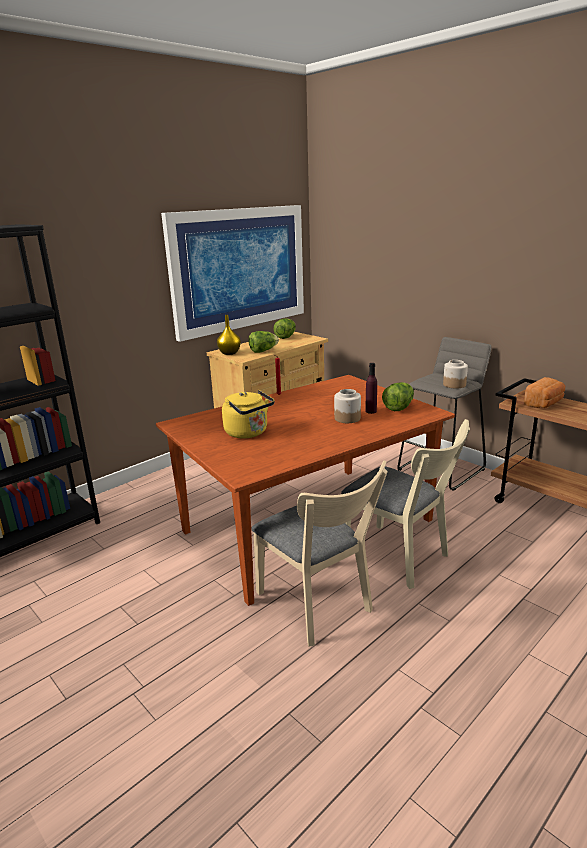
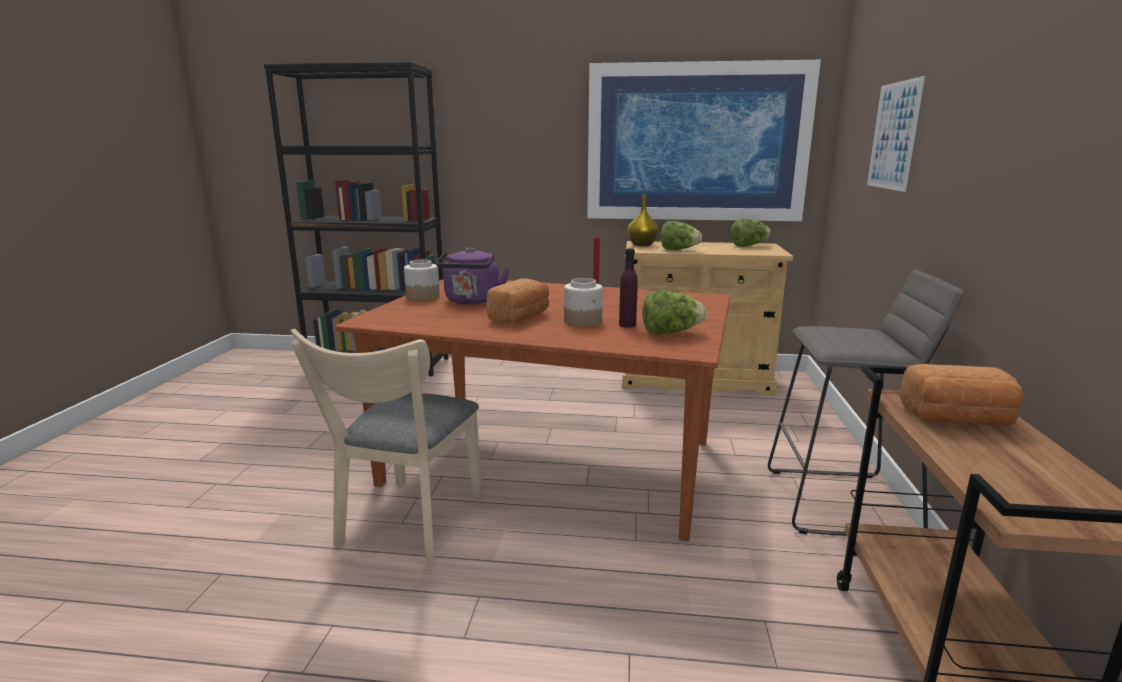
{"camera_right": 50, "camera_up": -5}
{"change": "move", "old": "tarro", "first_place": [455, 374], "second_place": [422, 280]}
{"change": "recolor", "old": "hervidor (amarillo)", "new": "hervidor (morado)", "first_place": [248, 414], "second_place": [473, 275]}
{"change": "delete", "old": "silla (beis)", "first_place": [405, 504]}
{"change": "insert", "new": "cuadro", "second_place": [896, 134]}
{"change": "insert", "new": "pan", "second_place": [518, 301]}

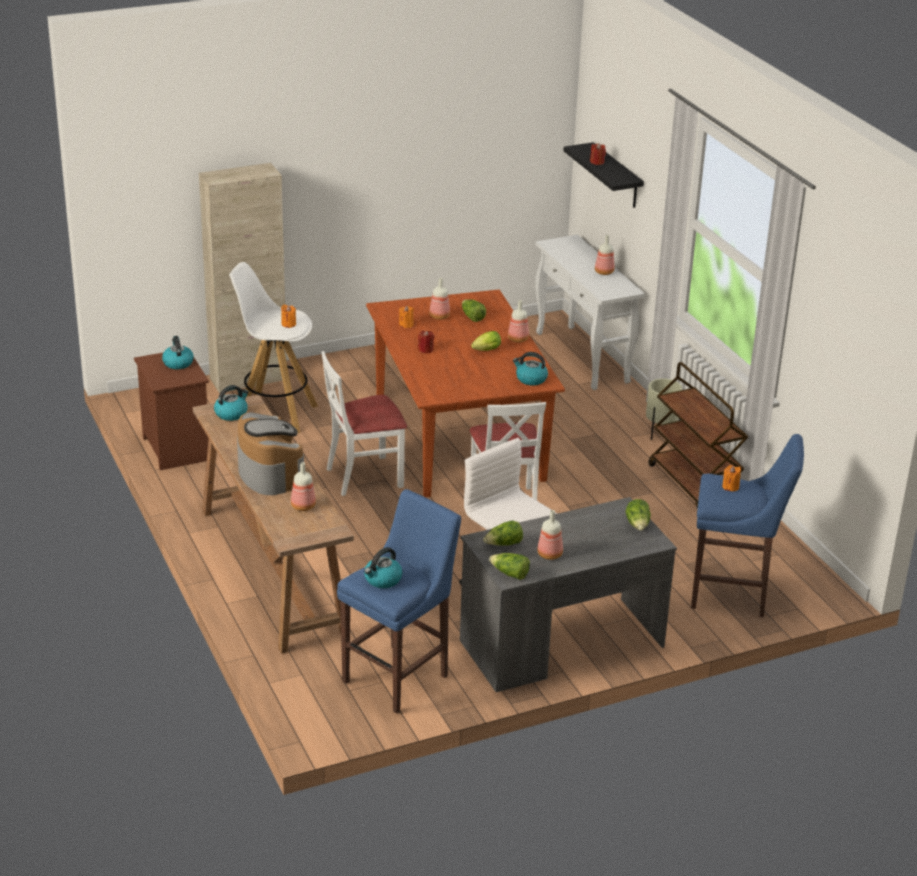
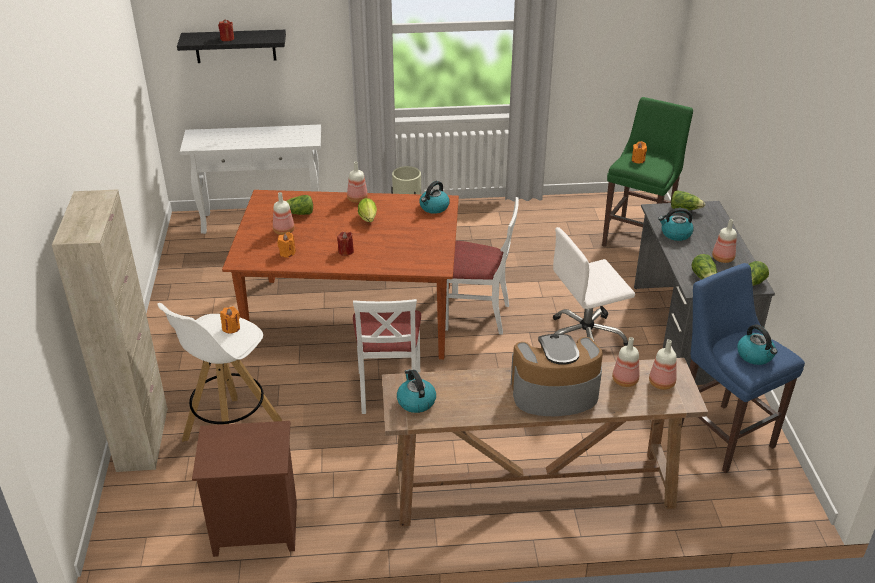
{"camera_right": -70, "camera_up": 5}
{"change": "move", "old": "botella", "first_place": [605, 255], "second_place": [663, 365]}
{"change": "move", "old": "hervidor", "first_place": [178, 352], "second_place": [676, 224]}
{"change": "delete", "old": "carrito (marrón)", "first_place": [698, 435]}
{"change": "recolor", "old": "taburete (azul)", "new": "taburete (verde)", "first_place": [747, 525], "second_place": [647, 172]}

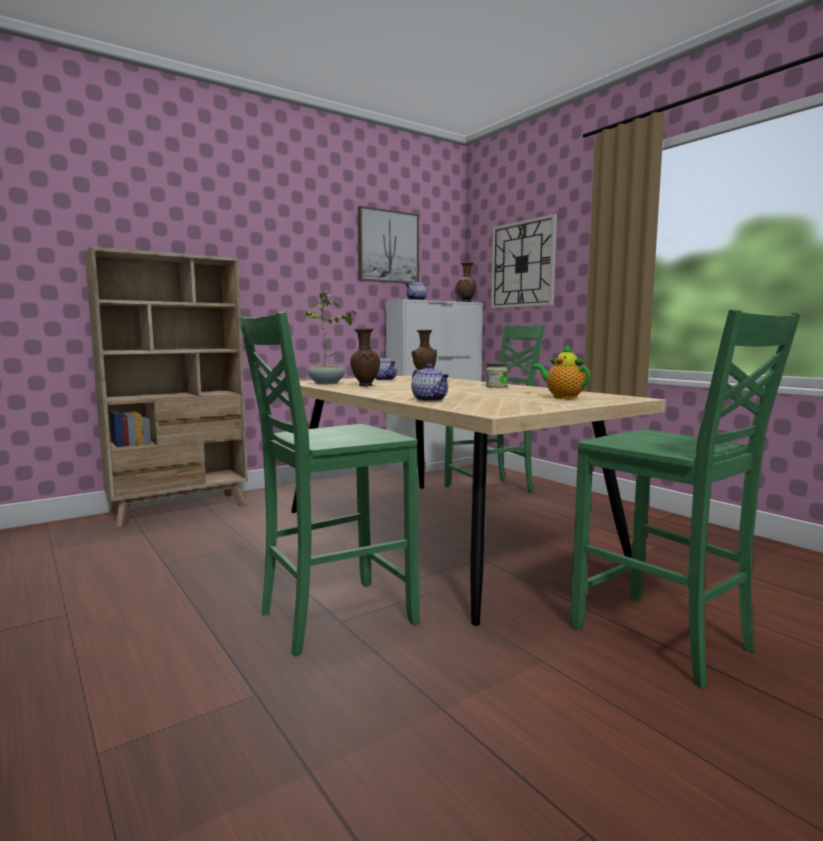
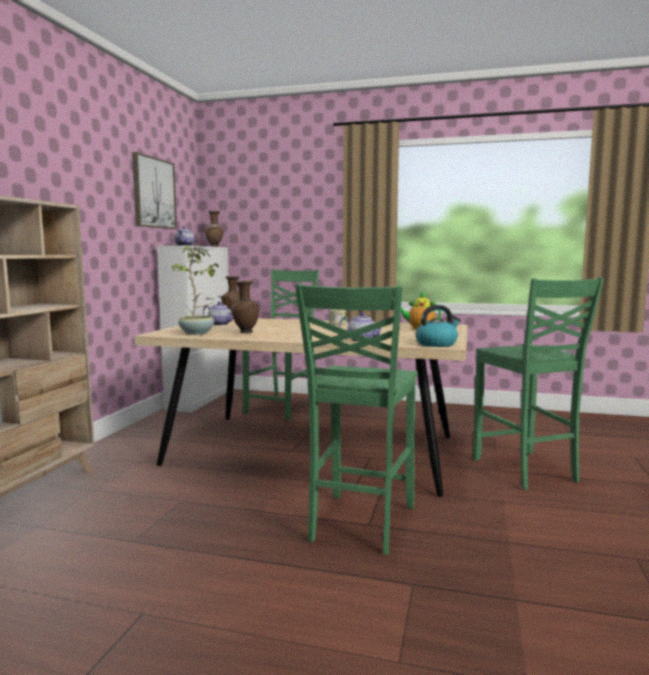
{"camera_right": -40, "camera_up": 0}
{"change": "delete", "old": "reloj de pared", "first_place": [524, 261]}
{"change": "rotate", "old": "silla (verde)", "first_place": [685, 498], "second_place": [538, 383], "degrees": 60}
{"change": "insert", "new": "hervidor", "second_place": [438, 326]}

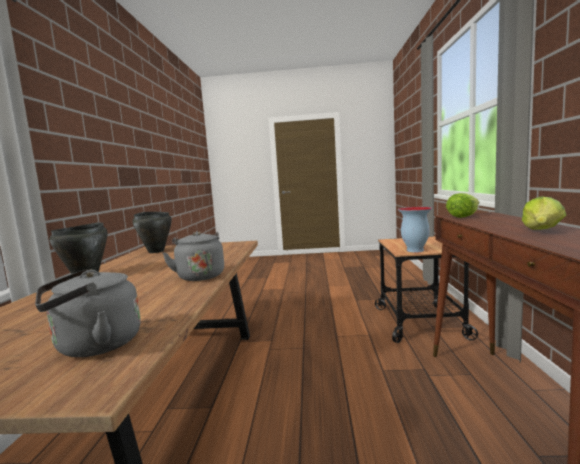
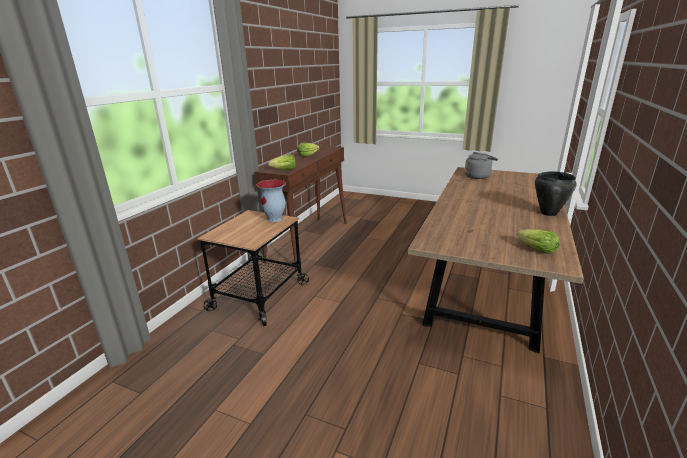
{"camera_right": -160, "camera_up": 15}
{"change": "replace", "old": "olla (negro)", "new": "lechuga", "first_place": [152, 232], "second_place": [538, 241]}
{"change": "delete", "old": "hervidor (gris)", "first_place": [193, 256]}

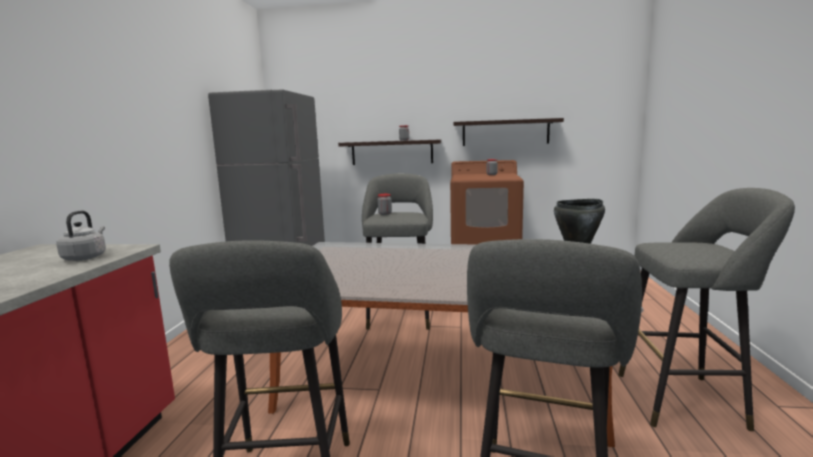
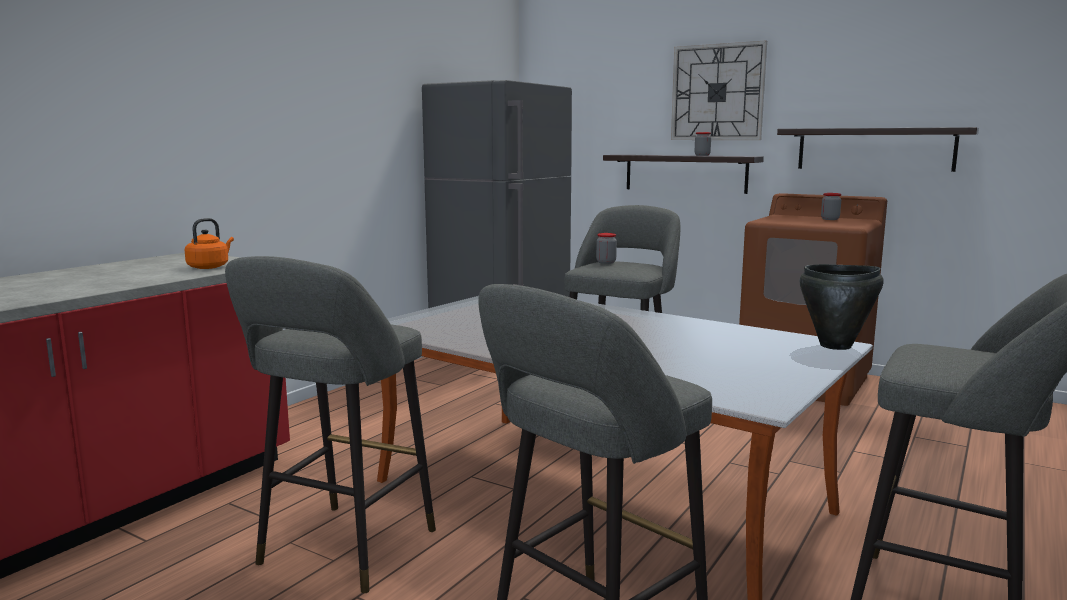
{"camera_right": 25, "camera_up": 0}
{"change": "recolor", "old": "hervidor (gris)", "new": "hervidor (naranja)", "first_place": [81, 236], "second_place": [209, 243]}
{"change": "insert", "new": "reloj de pared", "second_place": [719, 90]}

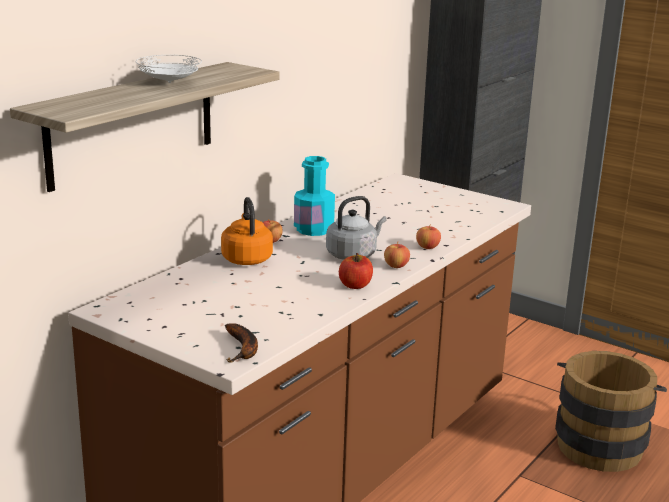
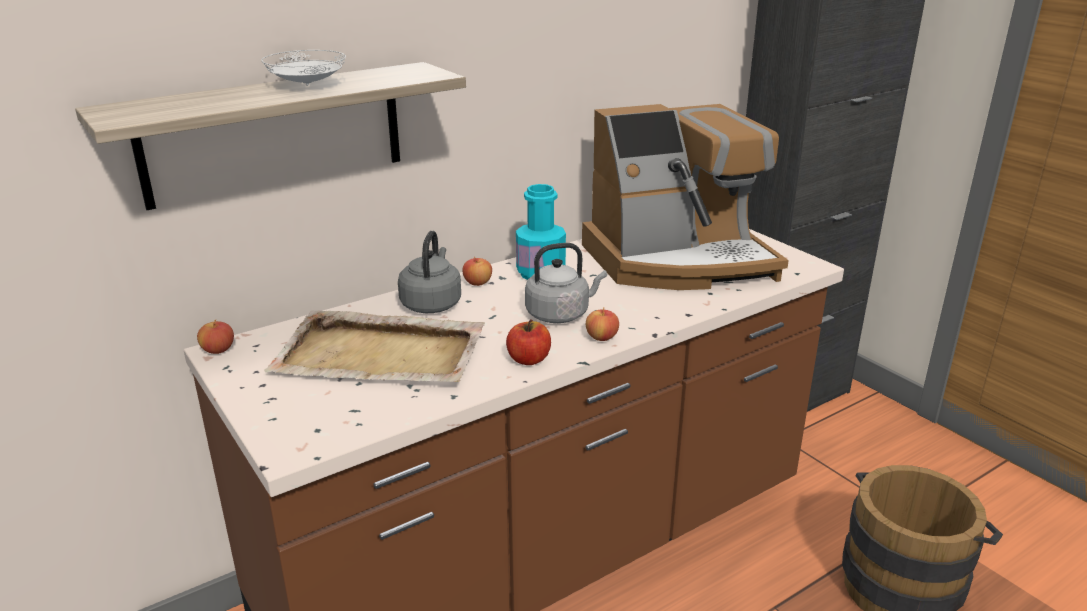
{"camera_right": 20, "camera_up": 5}
{"change": "recolor", "old": "hervidor (naranja)", "new": "hervidor (gris)", "first_place": [247, 231], "second_place": [429, 272]}
{"change": "move", "old": "manzana", "first_place": [428, 236], "second_place": [215, 336]}
{"change": "delete", "old": "plátano", "first_place": [241, 343]}
{"change": "insert", "new": "cafetera", "second_place": [685, 197]}
{"change": "insert", "new": "bandeja (beis)", "second_place": [374, 346]}

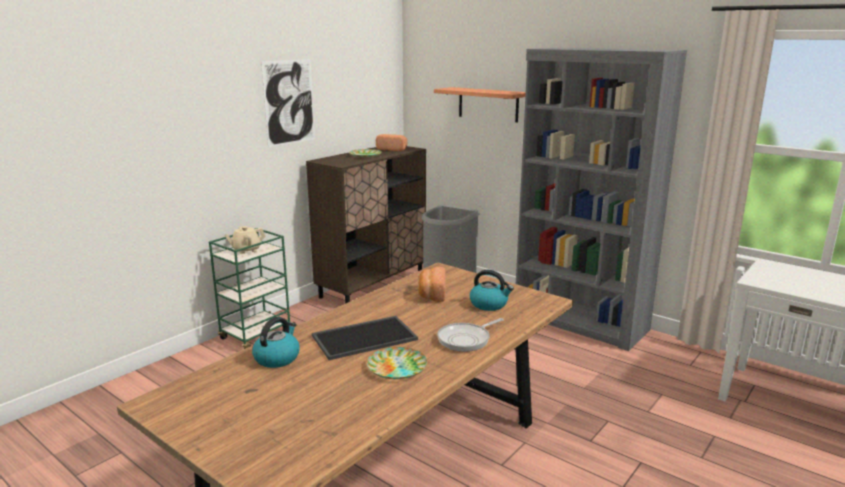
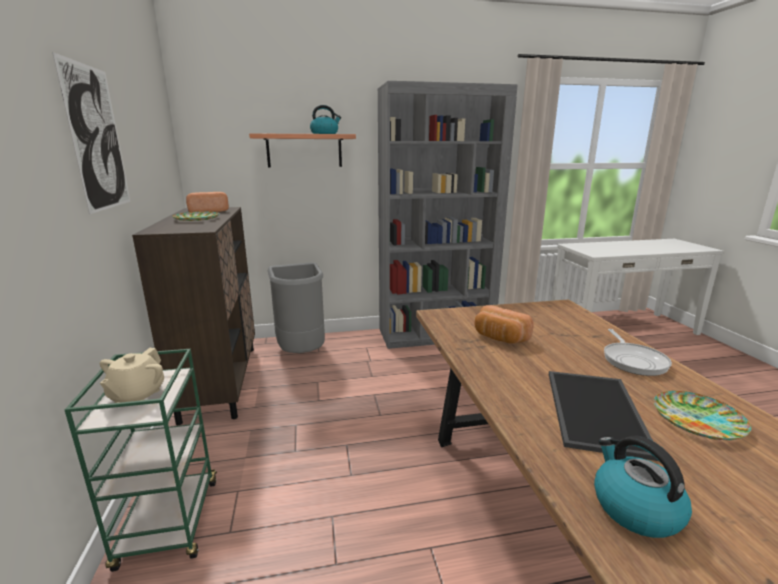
{"camera_right": -50, "camera_up": 0}
{"change": "move", "old": "hervidor", "first_place": [492, 290], "second_place": [325, 119]}

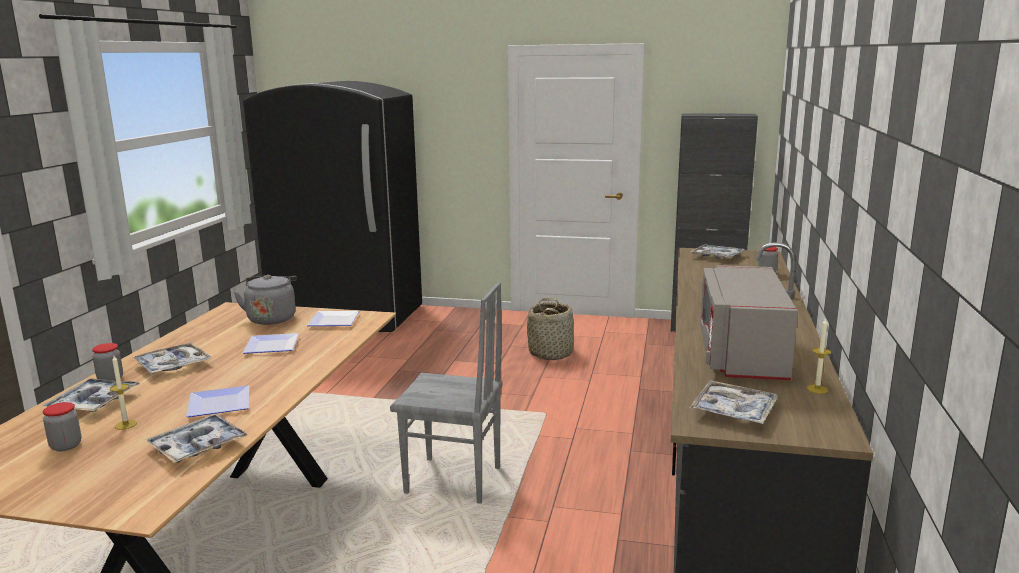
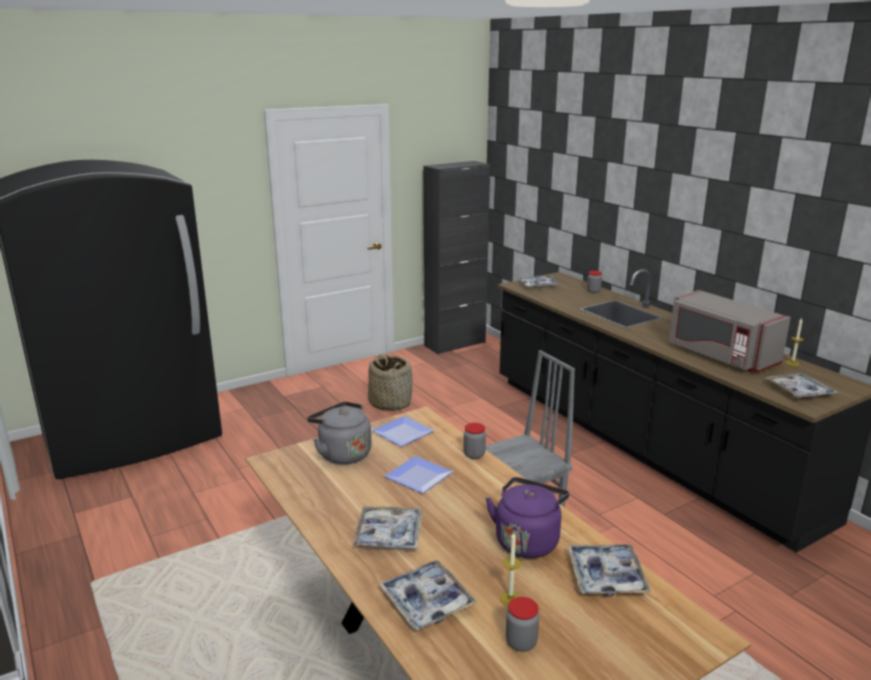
{"camera_right": -45, "camera_up": 5}
{"change": "move", "old": "tarro", "first_place": [107, 362], "second_place": [475, 441]}
{"change": "replace", "old": "plato", "new": "hervidor (morado)", "first_place": [217, 401], "second_place": [527, 517]}

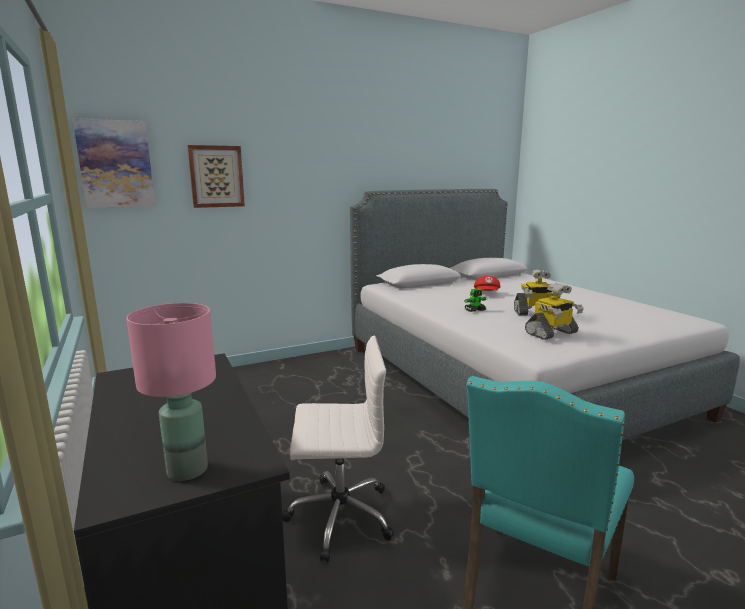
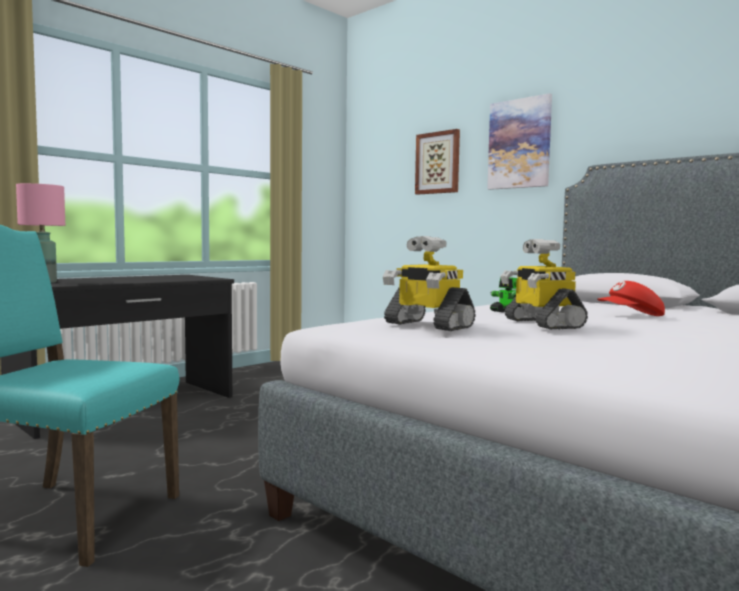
{"camera_right": 70, "camera_up": -10}
{"change": "move", "old": "cuadro", "first_place": [114, 163], "second_place": [519, 141]}
{"change": "delete", "old": "silla de oficina (blanco)", "first_place": [338, 449]}

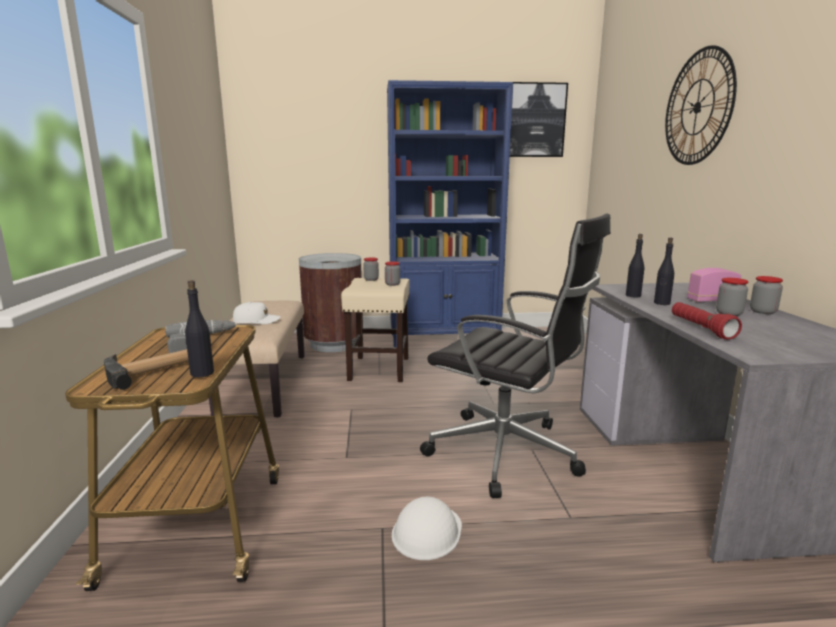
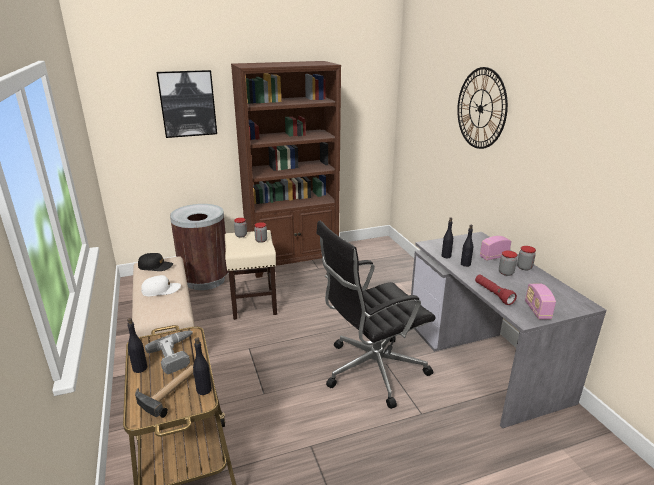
{"camera_right": -15, "camera_up": 10}
{"change": "recolor", "old": "estantería (azul)", "new": "estantería (marrón)", "first_place": [450, 213], "second_place": [286, 169]}
{"change": "move", "old": "cuadro", "first_place": [539, 119], "second_place": [186, 104]}
{"change": "rotate", "old": "silla de oficina (negro)", "first_place": [515, 356], "second_place": [376, 315], "degrees": 135}
{"change": "delete", "old": "casco (blanco)", "first_place": [427, 528]}
{"change": "insert", "new": "gorra (negro)", "second_place": [155, 262]}
{"change": "insert", "new": "radio", "second_place": [540, 301]}
{"change": "insert", "new": "botella (negro)", "second_place": [137, 345]}

